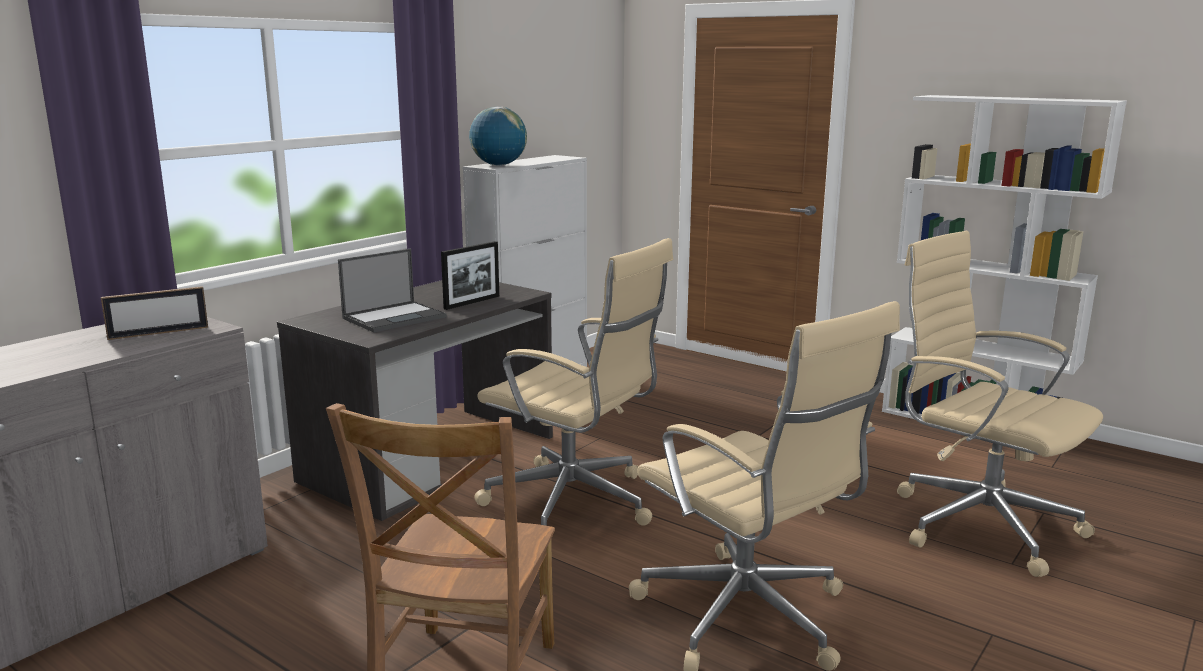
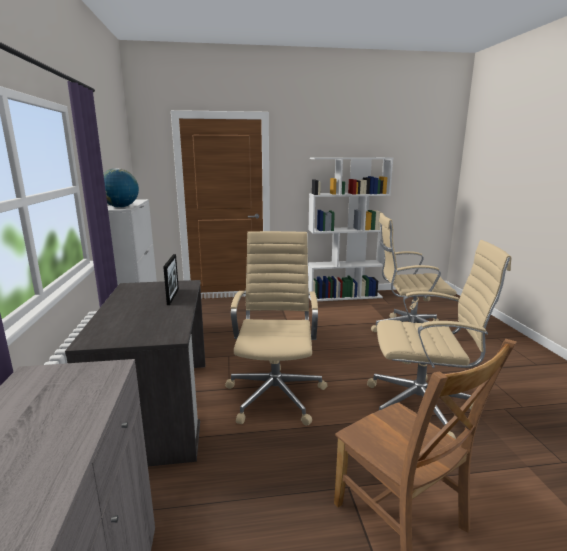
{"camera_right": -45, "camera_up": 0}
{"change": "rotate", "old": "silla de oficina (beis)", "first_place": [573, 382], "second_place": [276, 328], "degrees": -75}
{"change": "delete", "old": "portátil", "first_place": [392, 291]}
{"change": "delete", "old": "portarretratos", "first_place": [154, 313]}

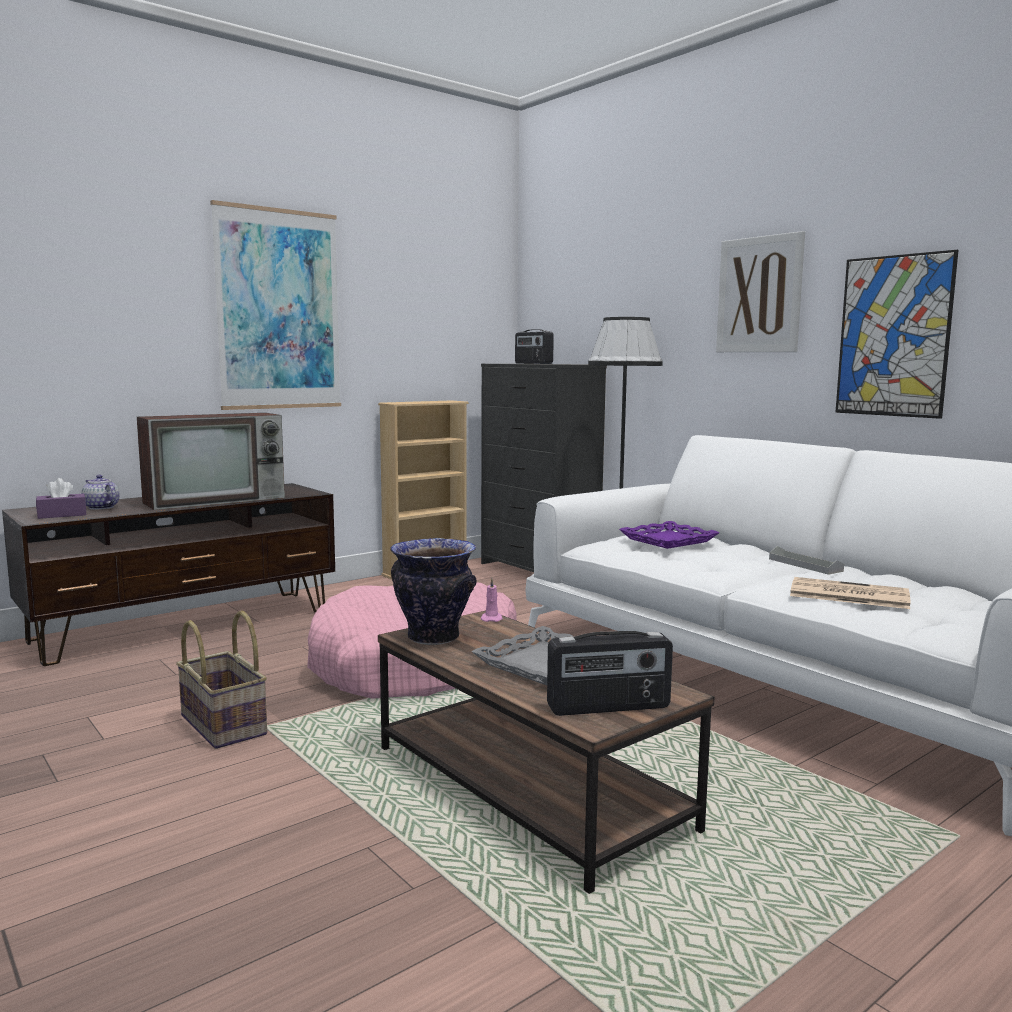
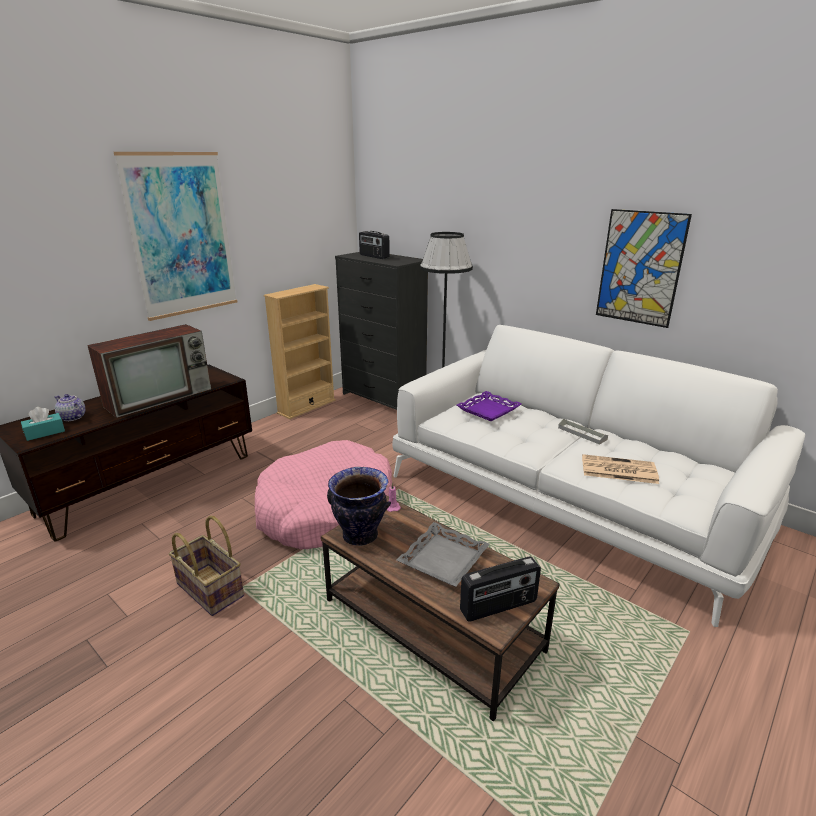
{"camera_right": -10, "camera_up": 15}
{"change": "delete", "old": "cuadro", "first_place": [760, 291]}
{"change": "recolor", "old": "caja de pañuelos (morado)", "new": "caja de pañuelos (turquesa)", "first_place": [61, 498], "second_place": [43, 424]}

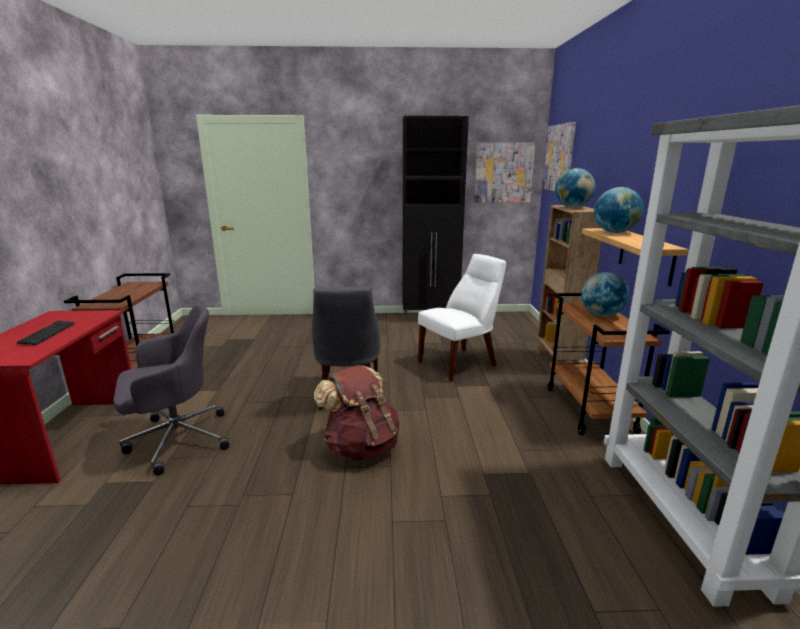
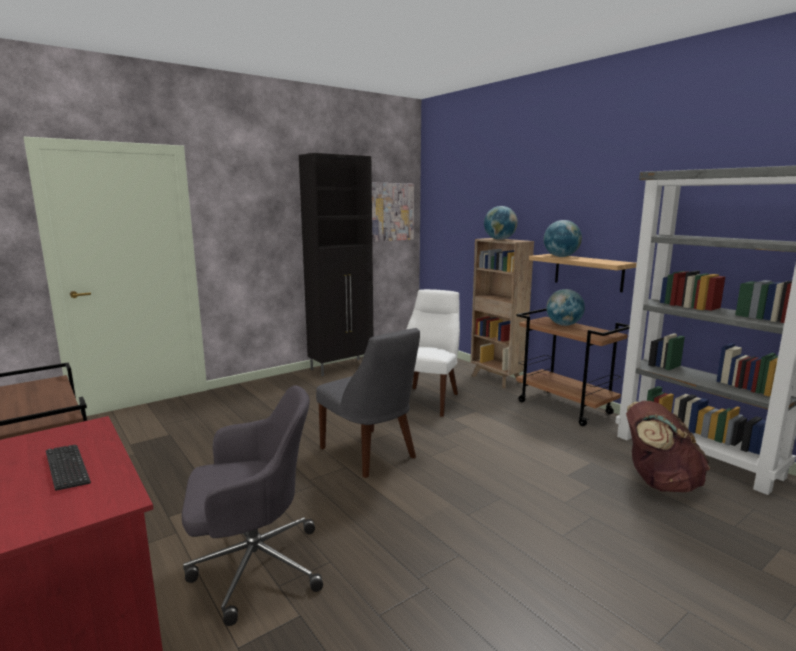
{"camera_right": -35, "camera_up": -5}
{"change": "delete", "old": "cuadro", "first_place": [559, 156]}
{"change": "rotate", "old": "silla de oficina (gris)", "first_place": [171, 389], "second_place": [252, 505], "degrees": 45}
{"change": "move", "old": "mochila (marrón)", "first_place": [357, 412], "second_place": [668, 446]}

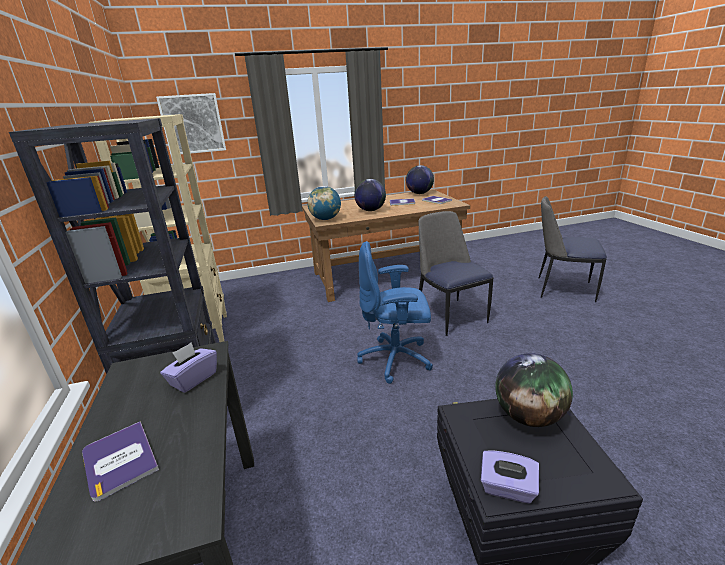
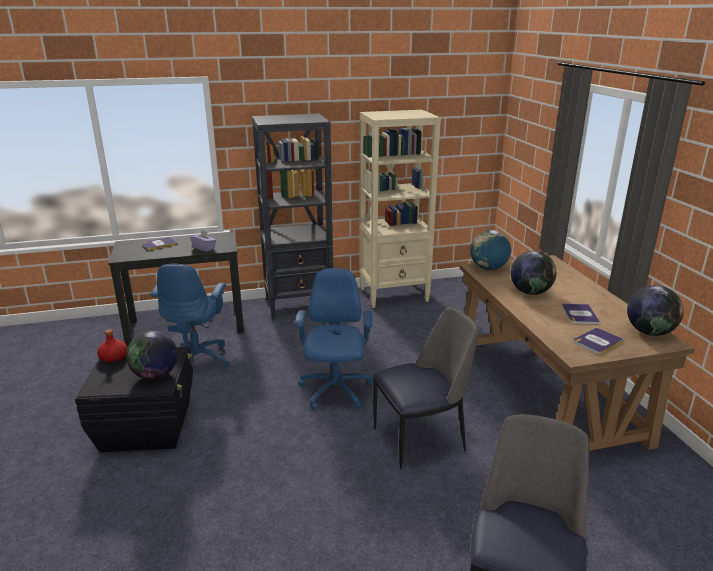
{"camera_right": 90, "camera_up": 0}
{"change": "delete", "old": "cuadro", "first_place": [191, 124]}
{"change": "replace", "old": "caja de pañuelos (morado)", "new": "botella (rojo)", "first_place": [510, 476], "second_place": [112, 345]}
{"change": "insert", "new": "silla de oficina (azul)", "second_place": [190, 315]}

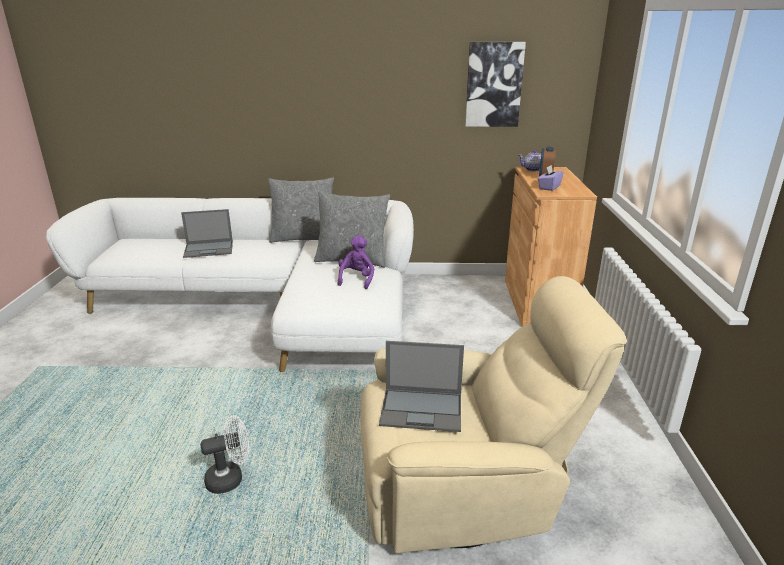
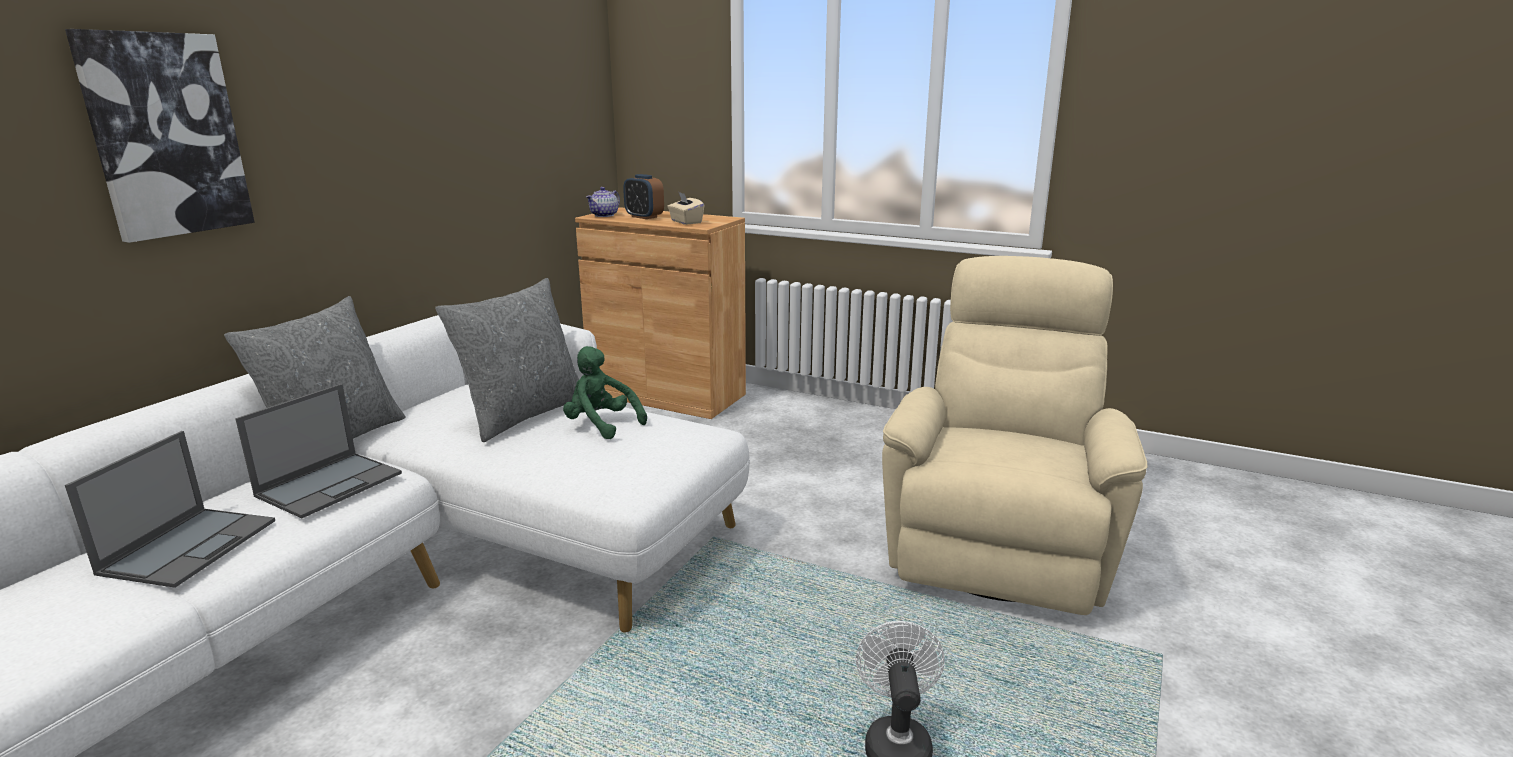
{"camera_right": -65, "camera_up": -5}
{"change": "move", "old": "cuadro", "first_place": [495, 84], "second_place": [160, 136]}
{"change": "recolor", "old": "caja de pañuelos (morado)", "new": "caja de pañuelos (beis)", "first_place": [551, 178], "second_place": [685, 208]}
{"change": "recolor", "old": "peluche (morado)", "new": "peluche (verde)", "first_place": [356, 262], "second_place": [605, 392]}
{"change": "move", "old": "portátil", "first_place": [421, 386], "second_place": [318, 451]}

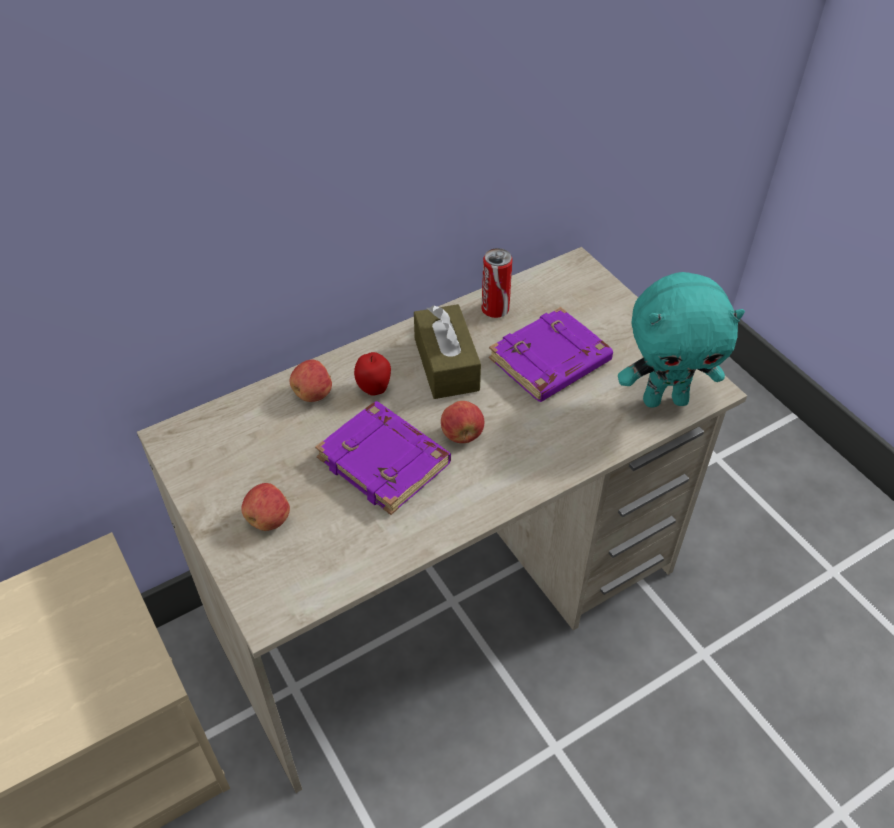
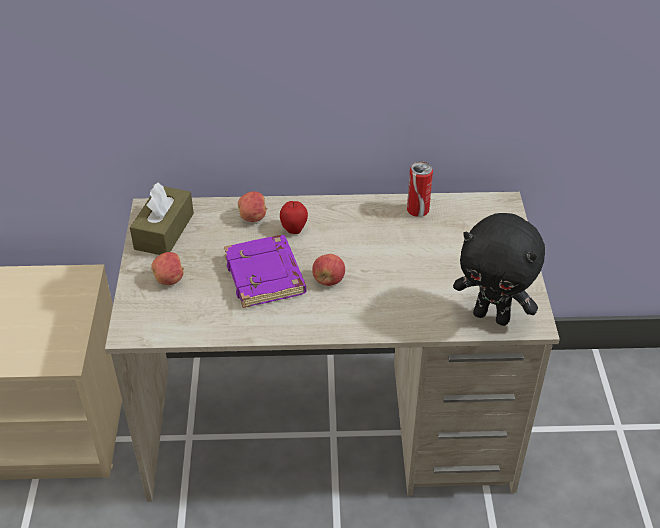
{"camera_right": 30, "camera_up": -5}
{"change": "recolor", "old": "peluche (turquesa)", "new": "peluche (negro)", "first_place": [681, 339], "second_place": [499, 269]}
{"change": "move", "old": "caja de pañuelos (marrón)", "first_place": [447, 351], "second_place": [162, 219]}
{"change": "delete", "old": "libro (morado)", "first_place": [551, 354]}

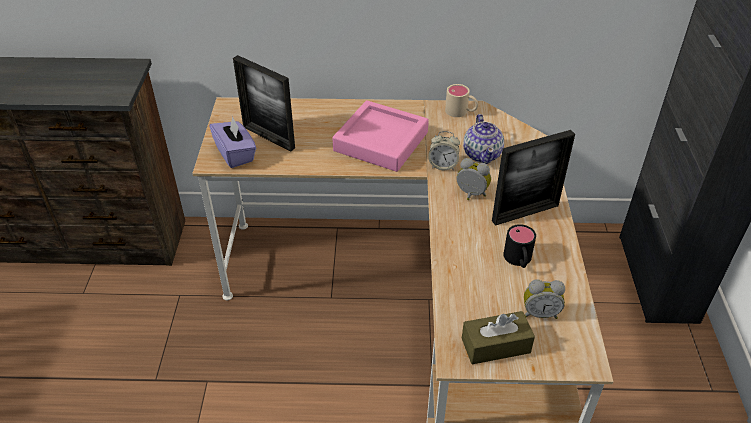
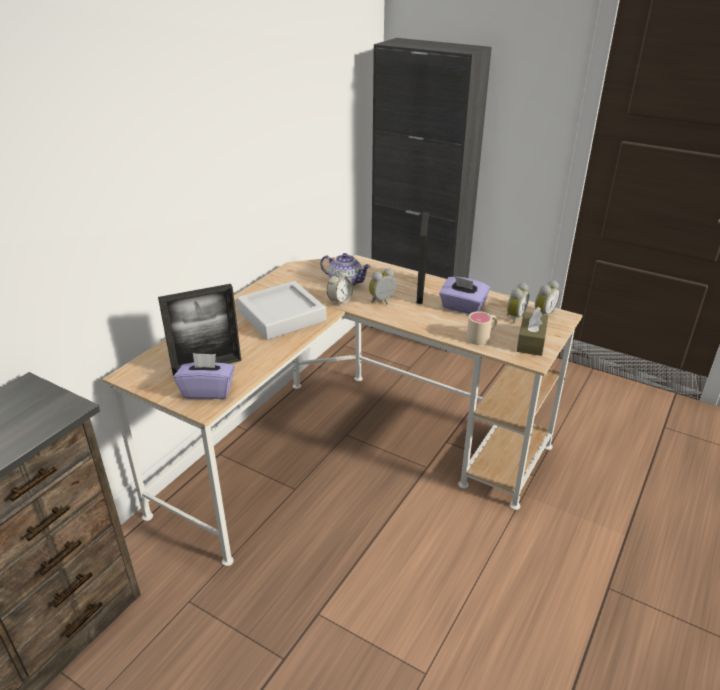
{"camera_right": -60, "camera_up": -10}
{"change": "move", "old": "taza grande (beis)", "first_place": [461, 100], "second_place": [481, 328]}
{"change": "recolor", "old": "bandeja (rosa)", "new": "bandeja (gris)", "first_place": [380, 136], "second_place": [282, 310]}
{"change": "replace", "old": "taza grande (negro)", "new": "caja de pañuelos (morado)", "first_place": [519, 246], "second_place": [464, 295]}
{"change": "insert", "new": "despertador", "second_place": [547, 297]}

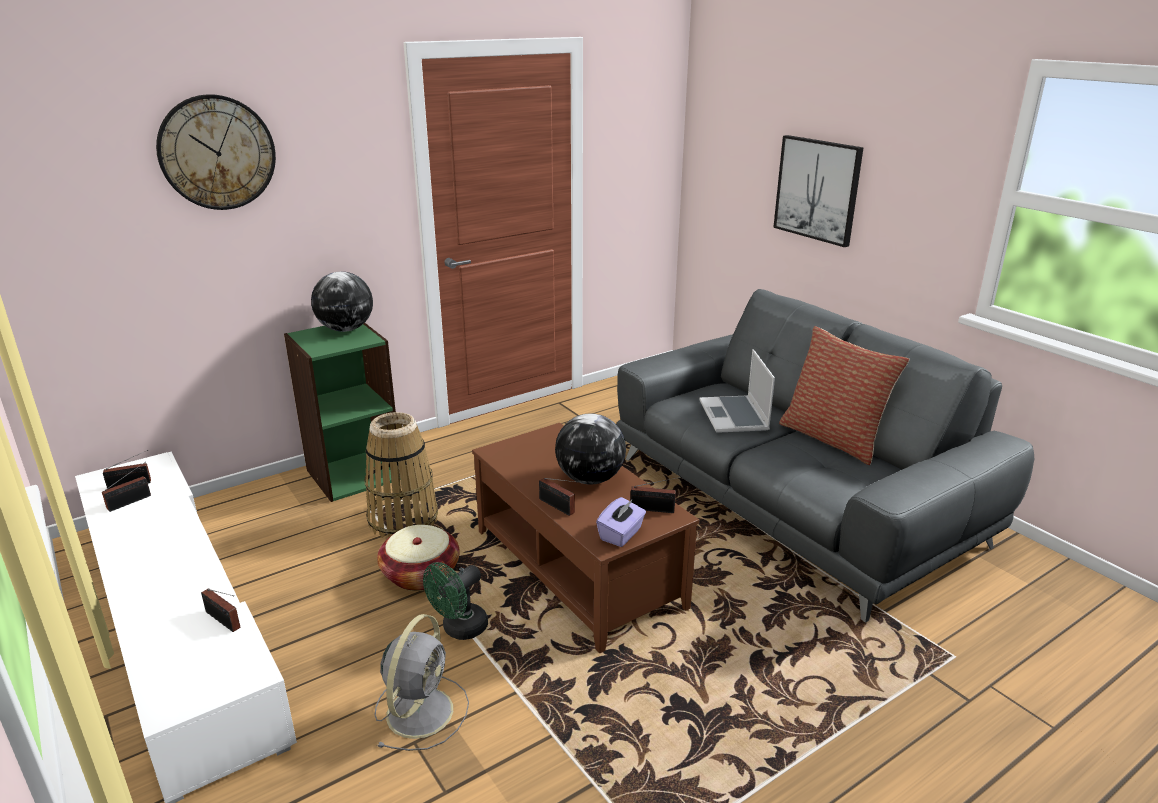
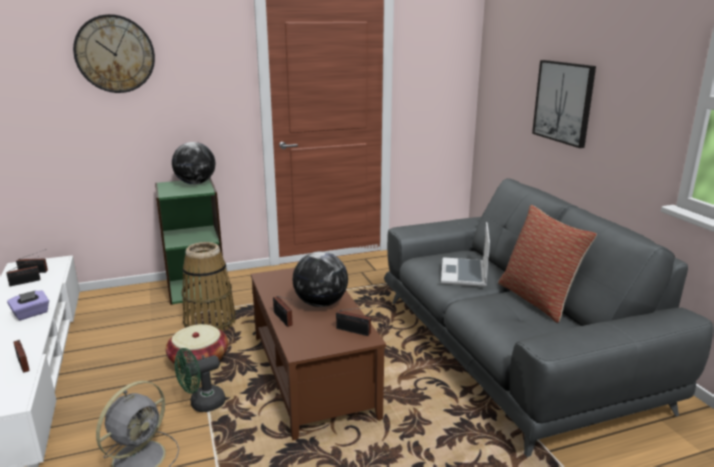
{"camera_right": 15, "camera_up": -5}
{"change": "move", "old": "caja de pañuelos (morado)", "first_place": [621, 522], "second_place": [28, 305]}

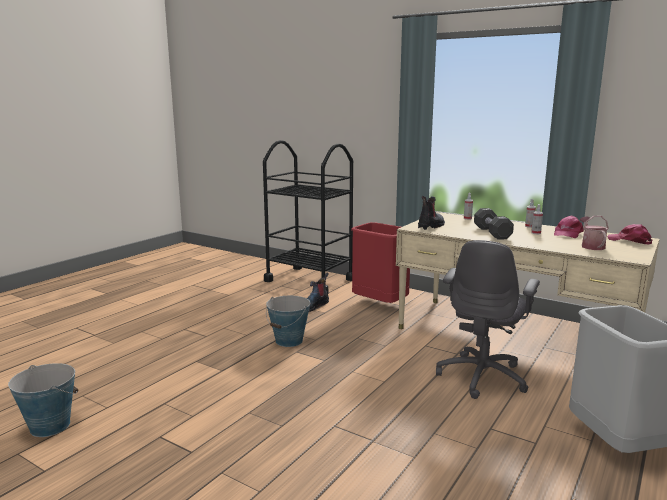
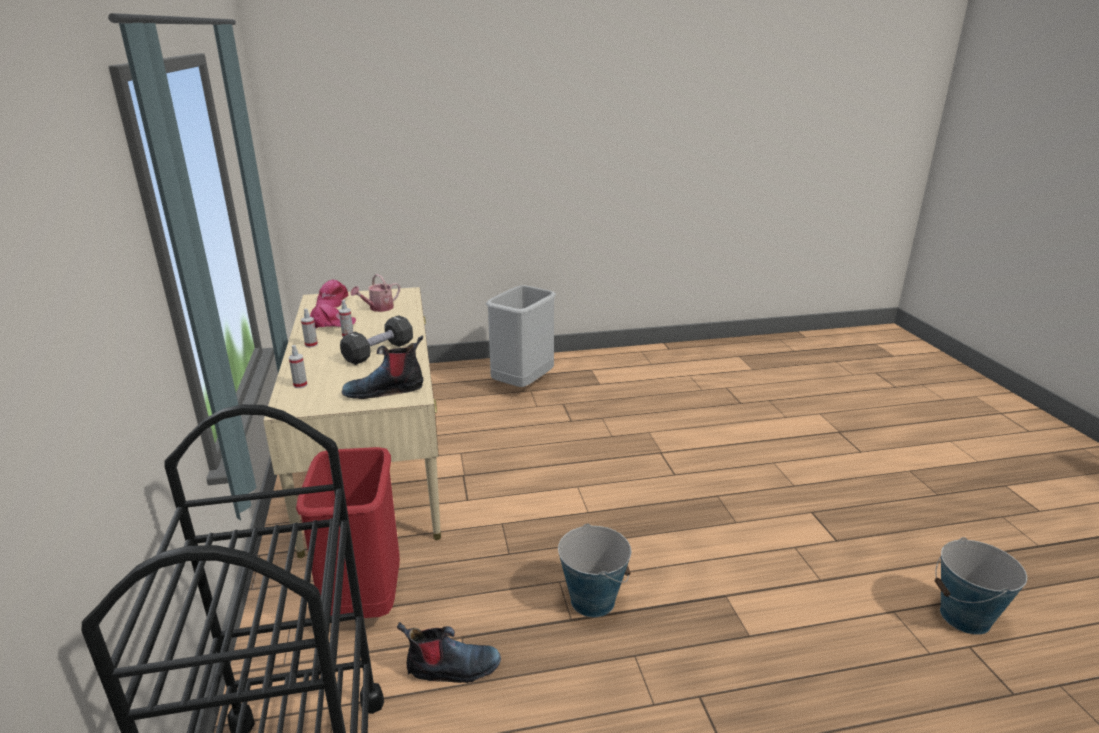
{"camera_right": -135, "camera_up": 10}
{"change": "delete", "old": "silla de oficina (gris)", "first_place": [488, 319]}

